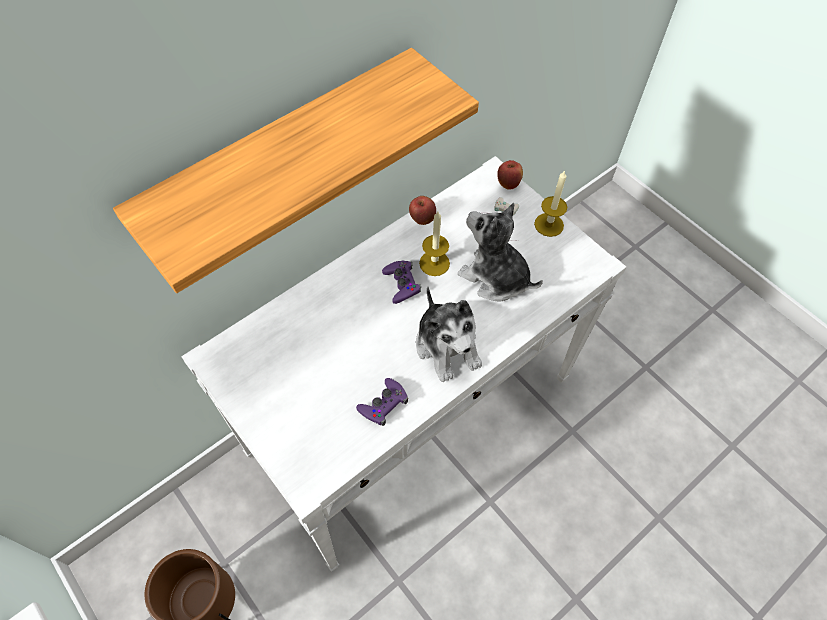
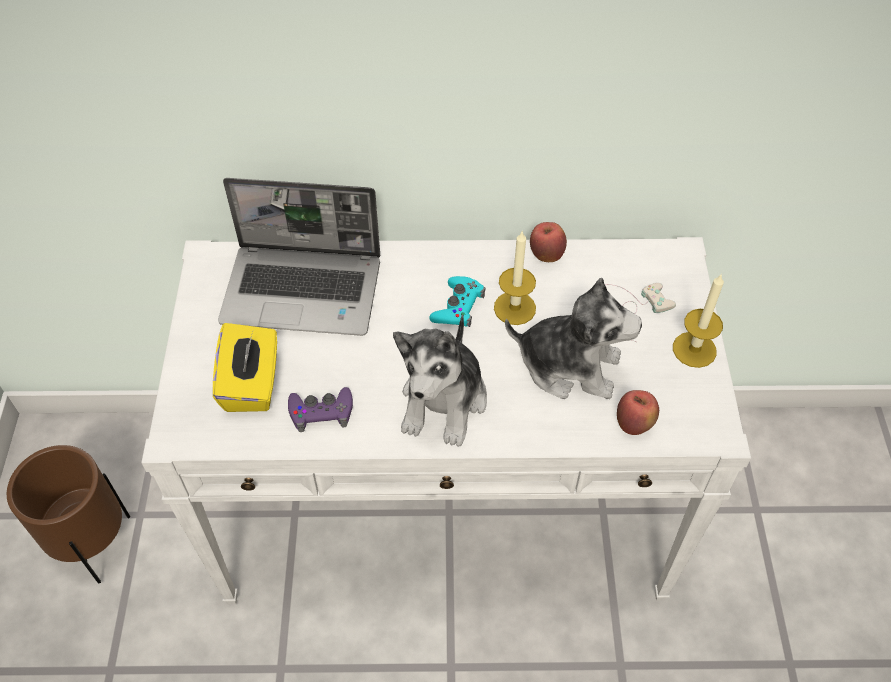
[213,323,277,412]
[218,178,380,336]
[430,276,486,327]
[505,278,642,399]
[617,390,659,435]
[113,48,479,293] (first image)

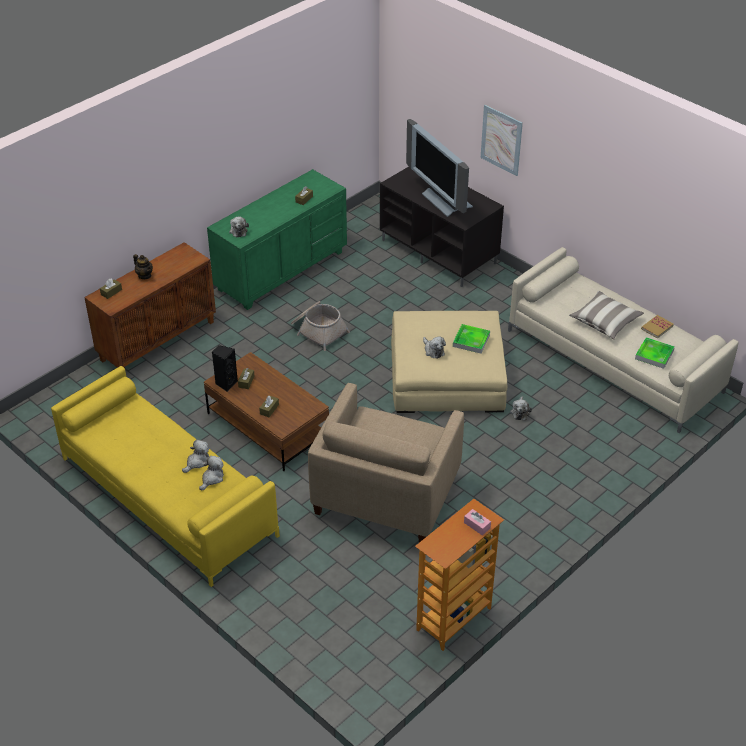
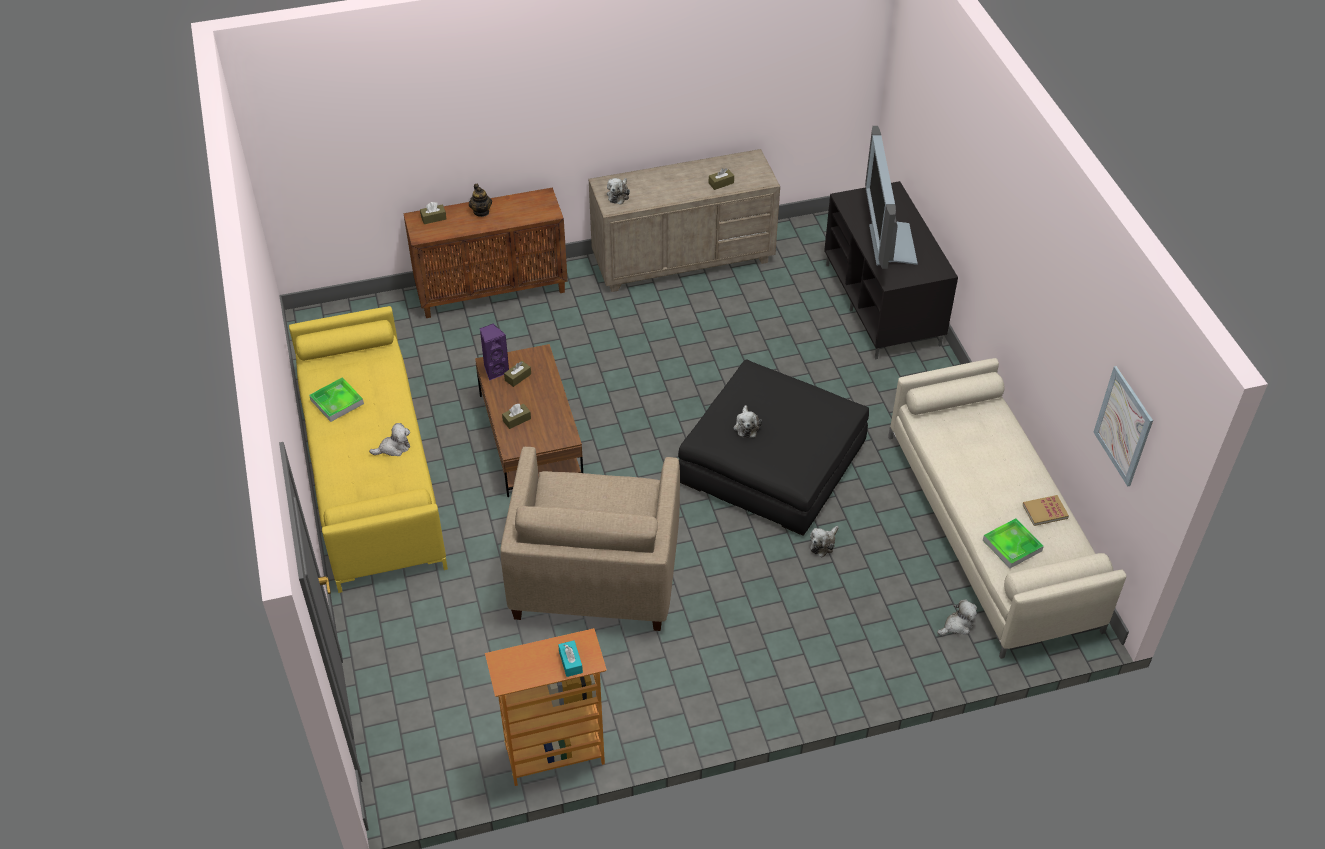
[309,377,364,422]
[479,324,509,381]
[500,447,680,631]
[558,641,583,677]
[588,149,780,292]
[678,359,869,536]
[937,599,977,636]
[1093,366,1153,487]
[291,301,350,351] (first image)
[569,291,644,340] (first image)

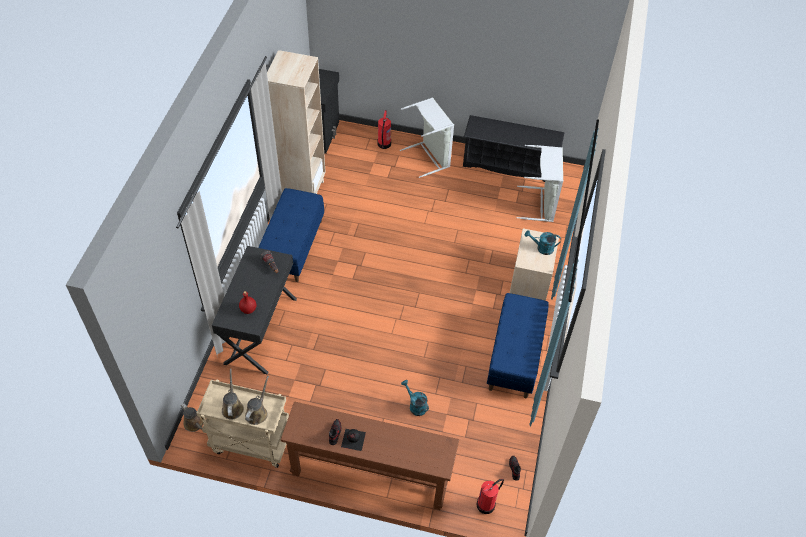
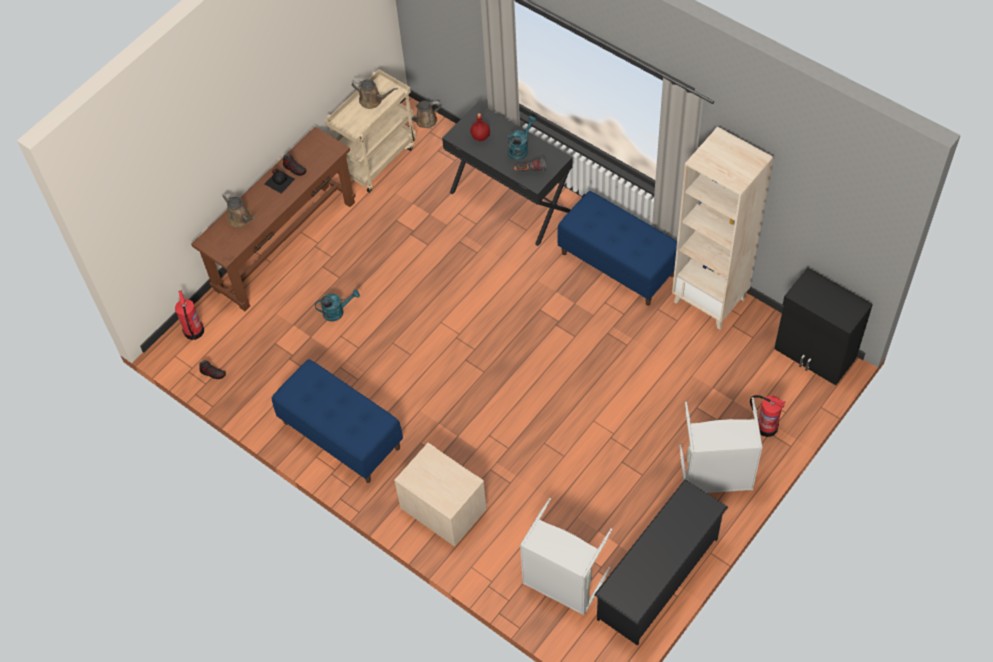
[223,193,256,227]
[508,116,536,160]

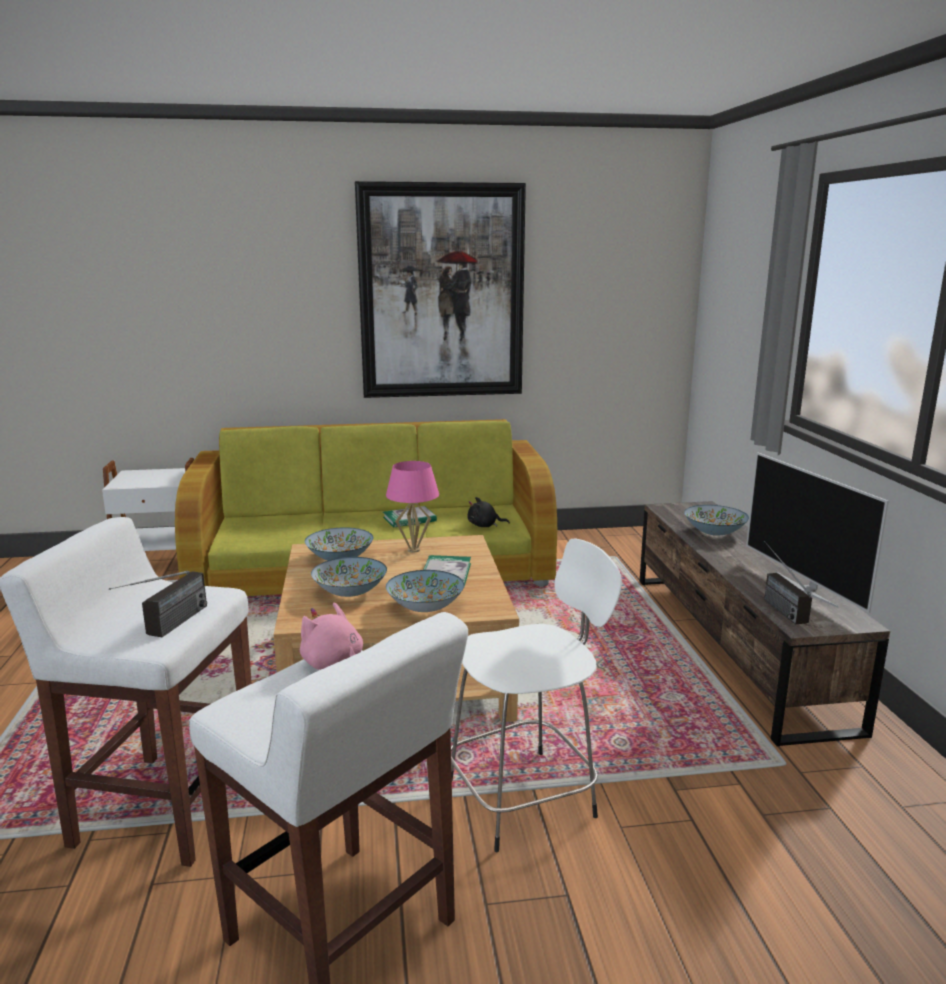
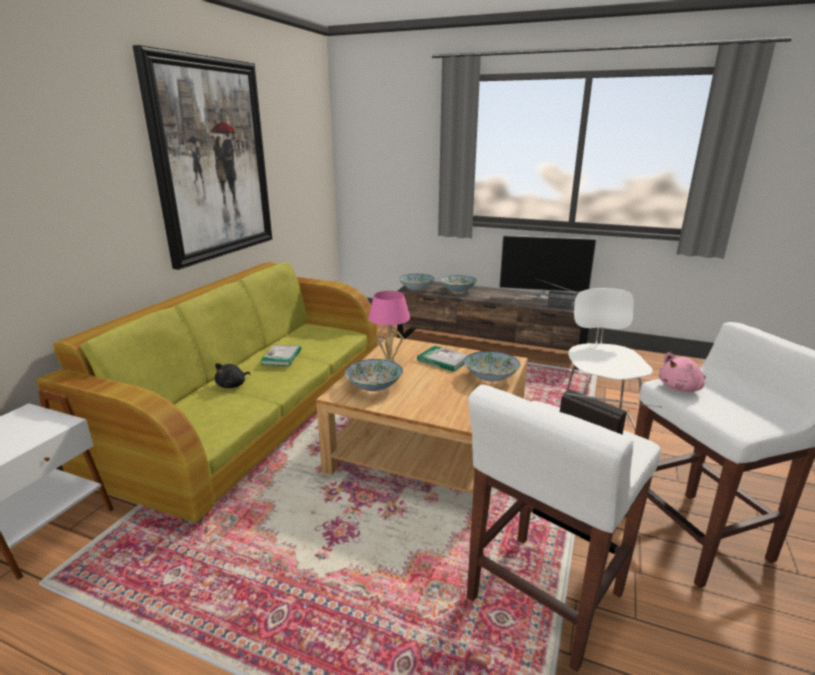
[215,363,251,388]
[399,274,435,291]

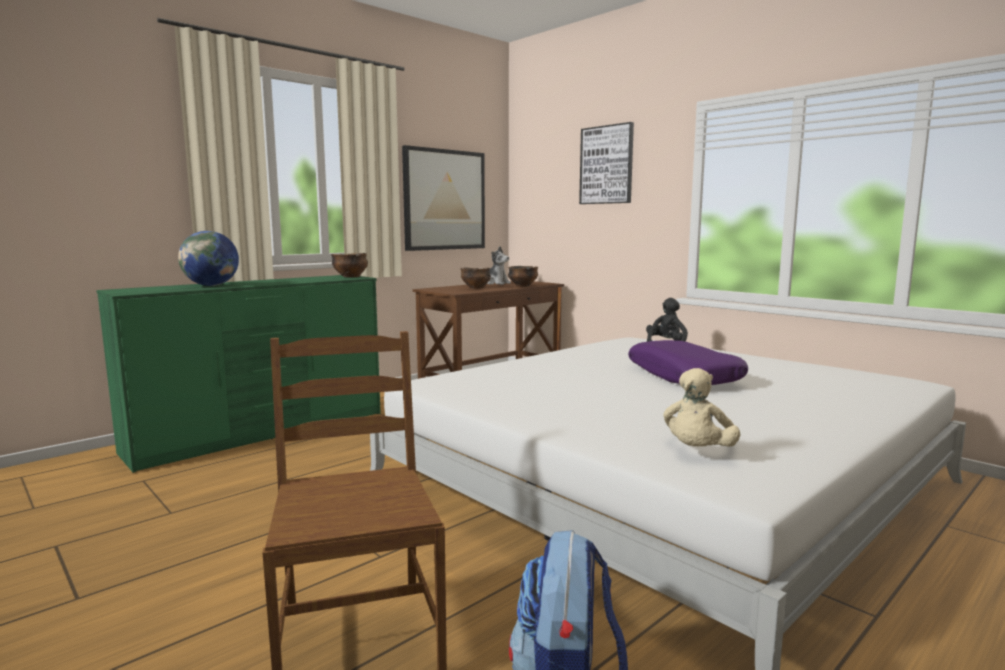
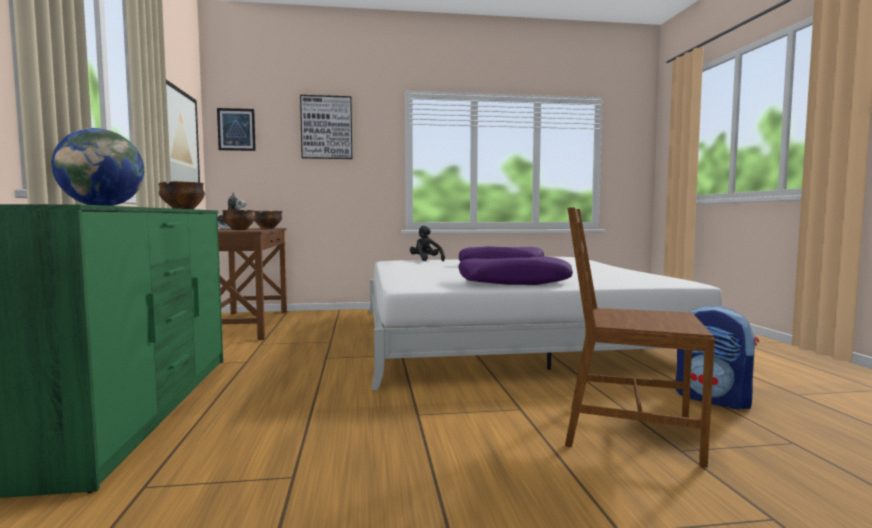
[217,108,256,151]
[458,256,573,285]
[663,368,740,447] (first image)

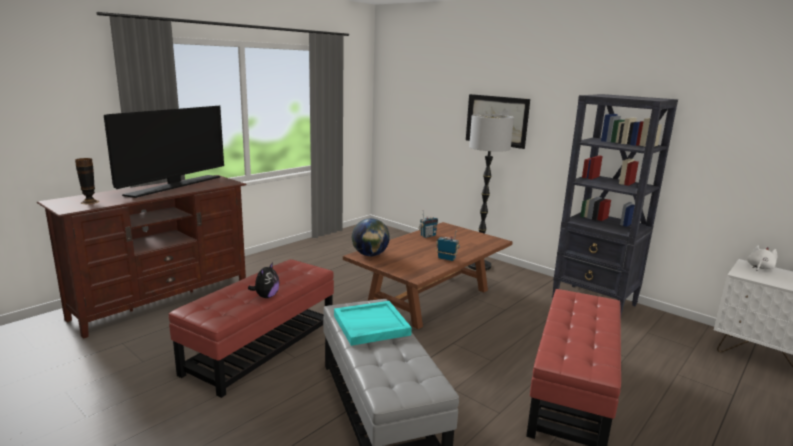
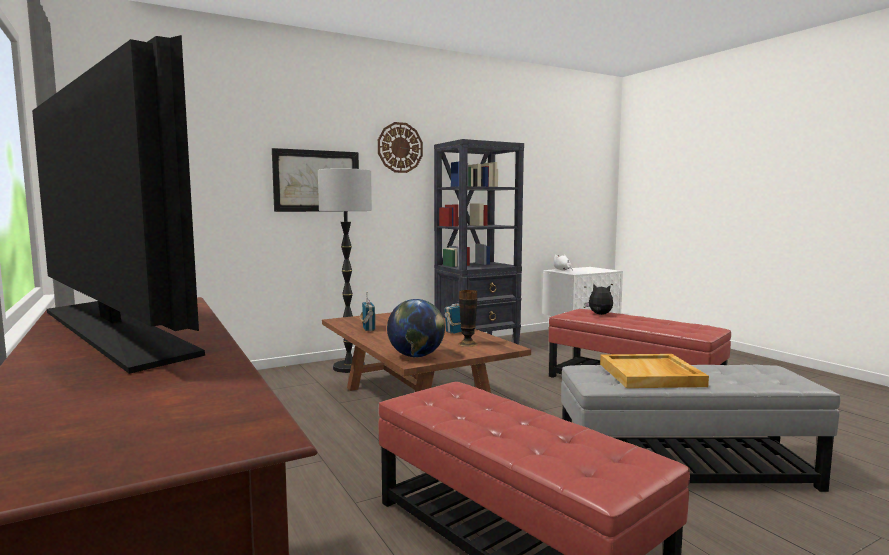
[378,122,423,173]
[458,290,478,347]
[585,283,613,315]
[600,354,709,388]

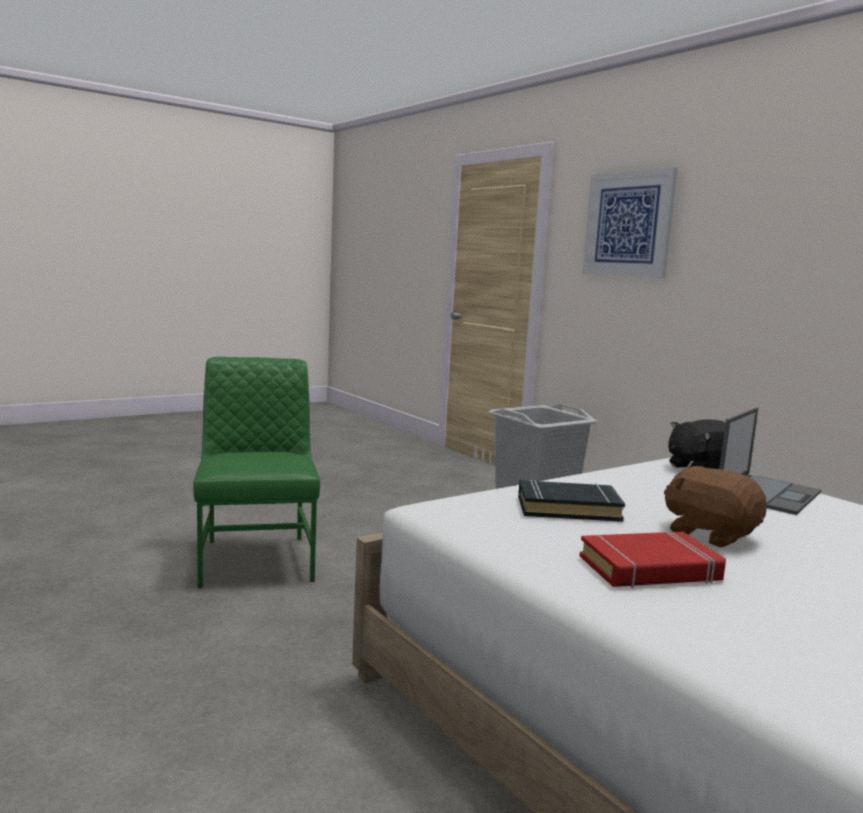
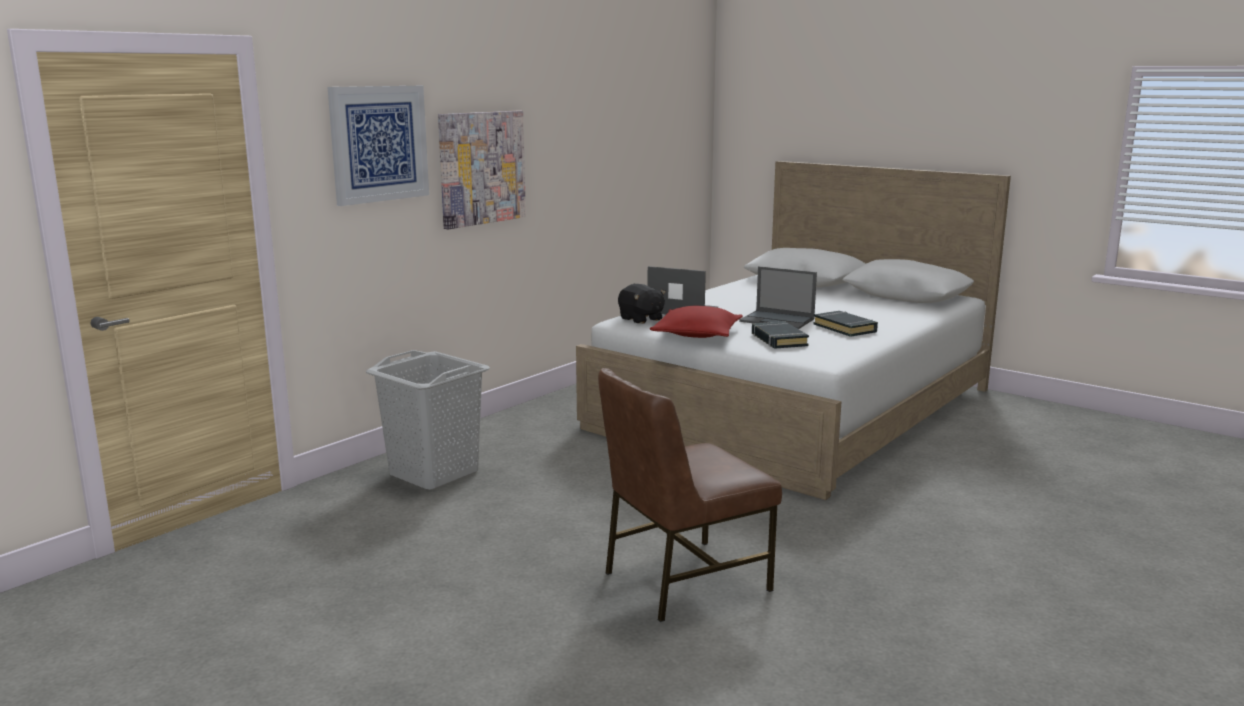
[438,111,526,229]
[598,368,782,622]
[650,306,743,338]
[739,266,817,329]
[813,311,878,337]

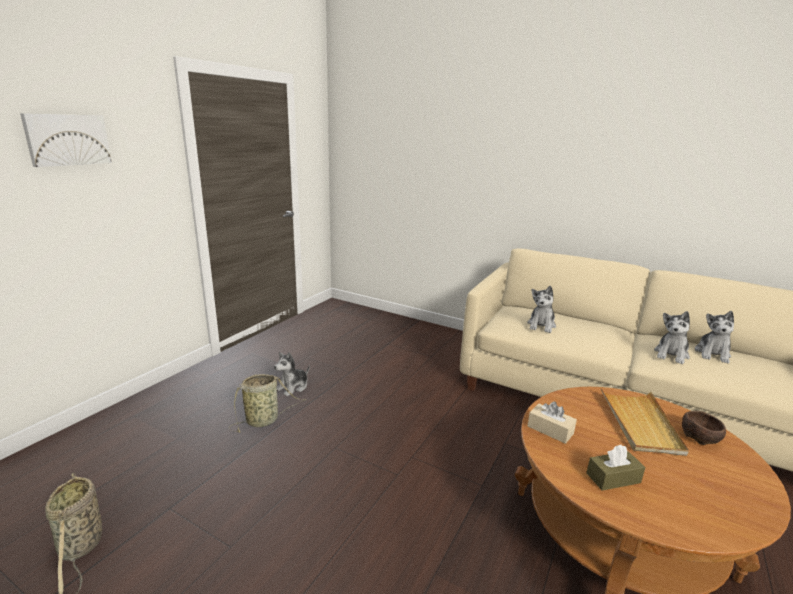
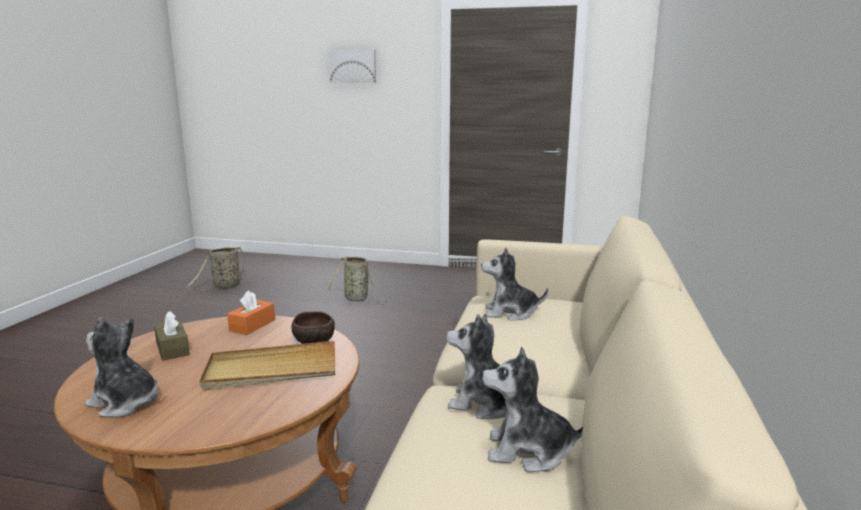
[85,317,158,418]
[227,290,275,335]
[291,311,335,344]

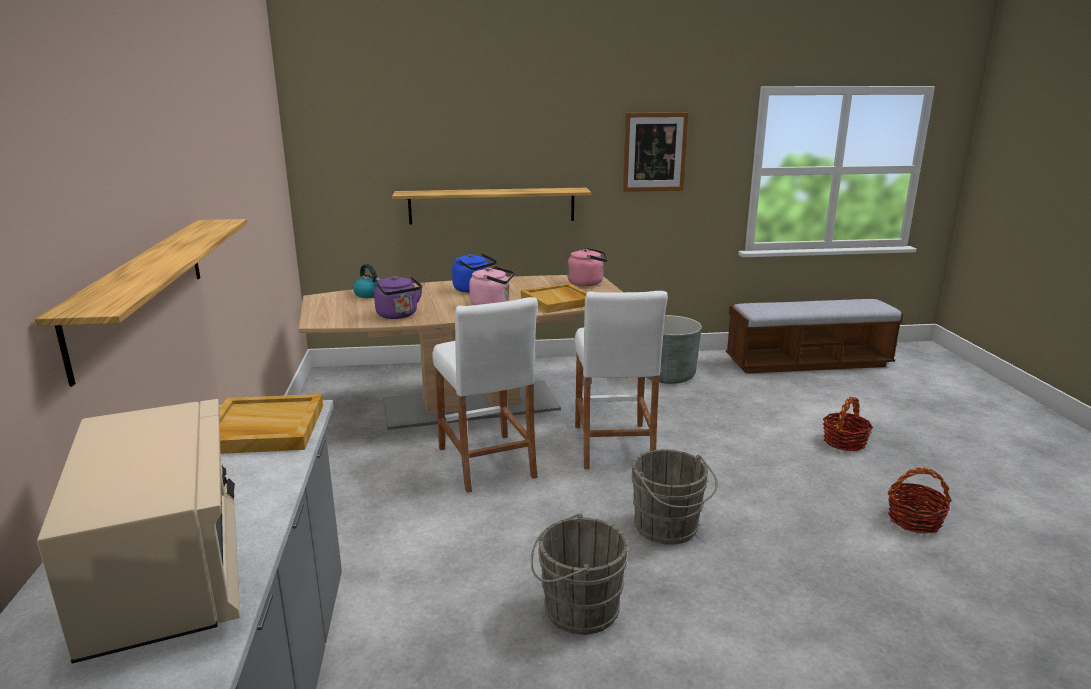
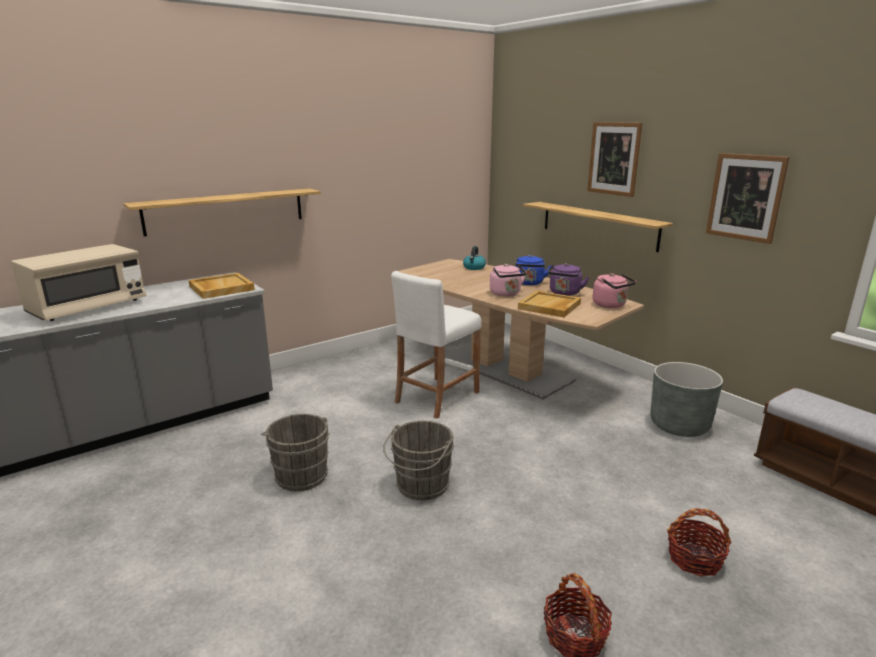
[548,263,589,296]
[587,122,643,197]
[574,291,668,469] (first image)

